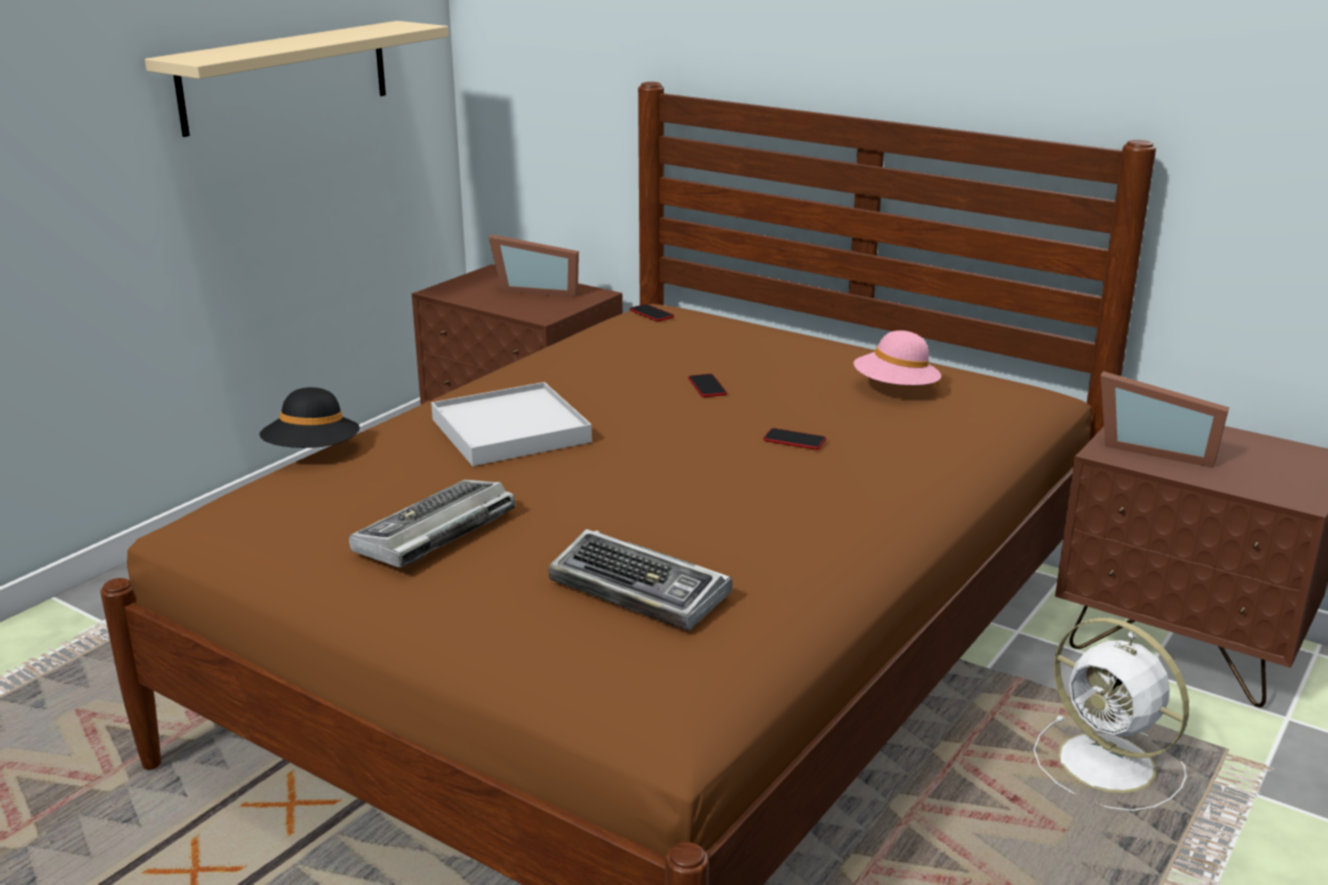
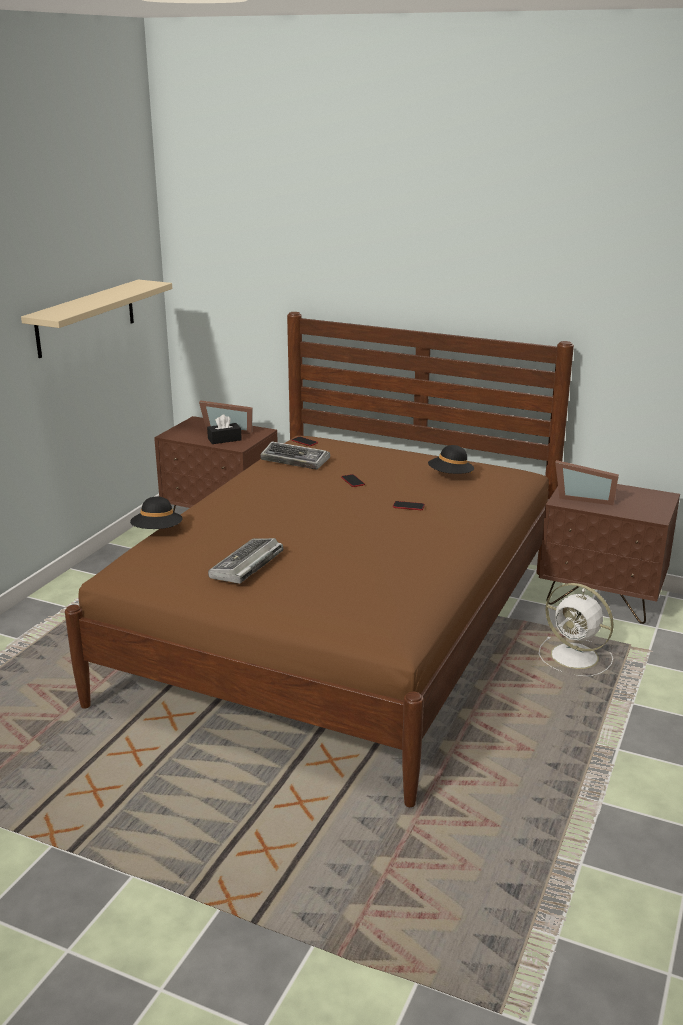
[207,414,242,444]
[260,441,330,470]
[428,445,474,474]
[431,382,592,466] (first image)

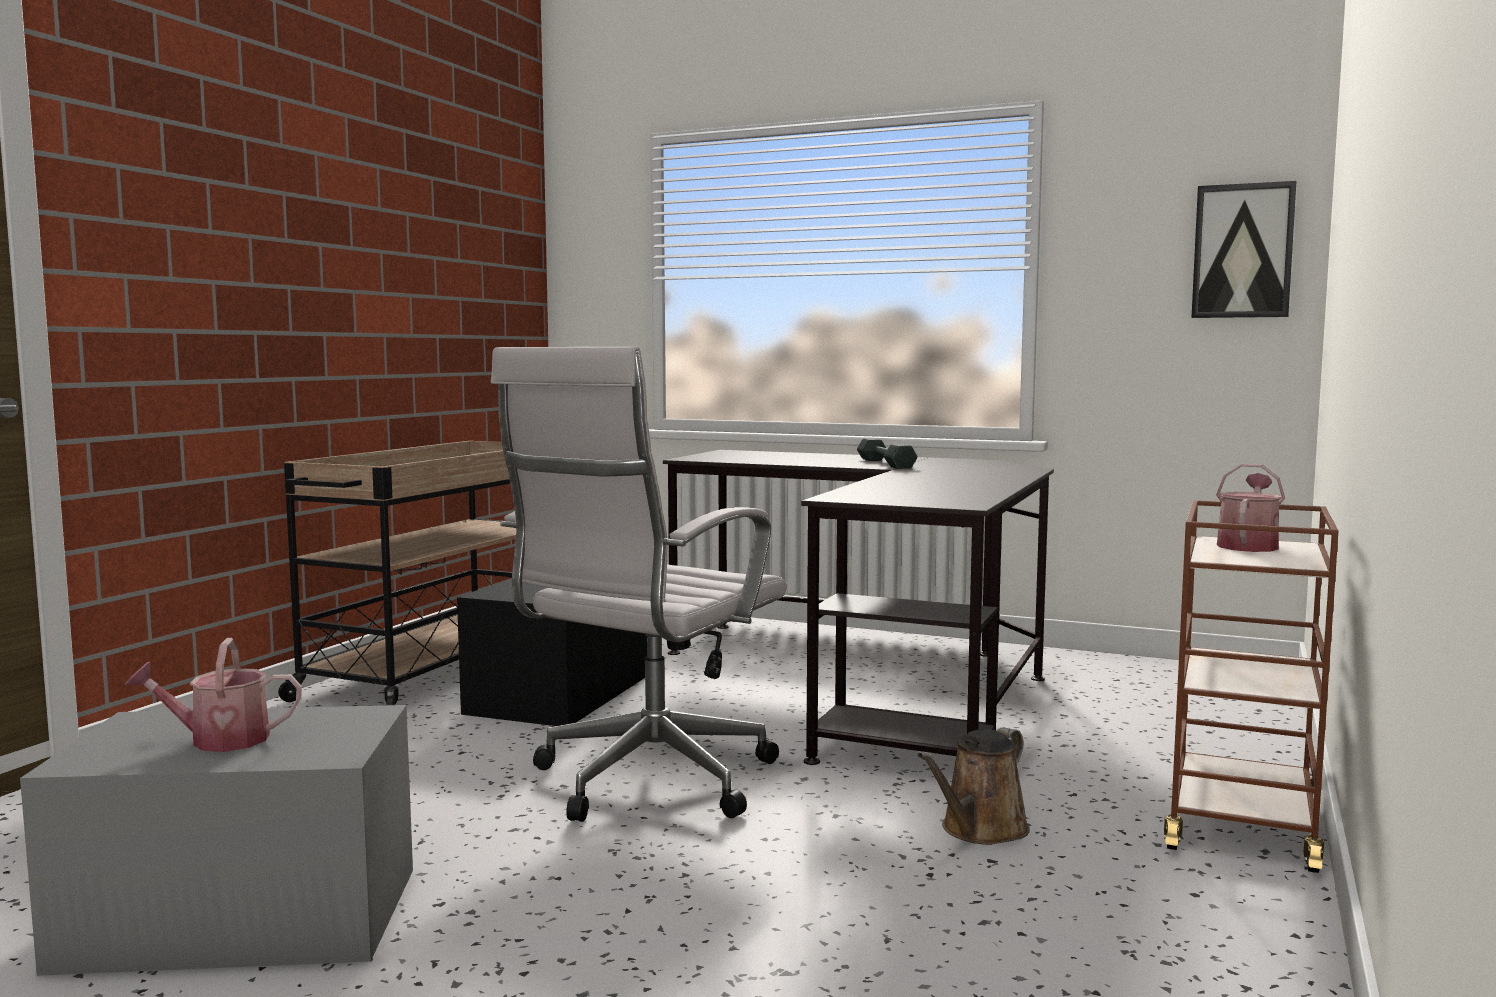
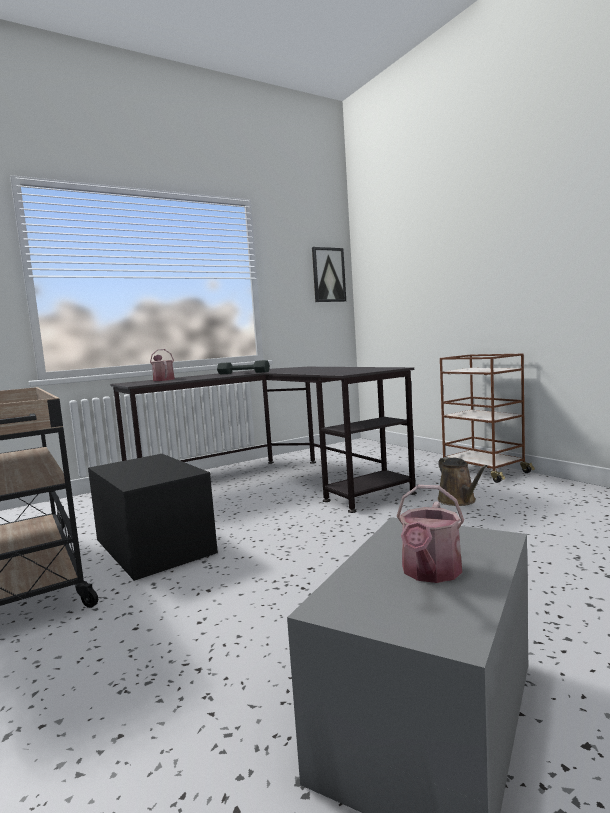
[150,349,175,381]
[491,347,787,822] (first image)

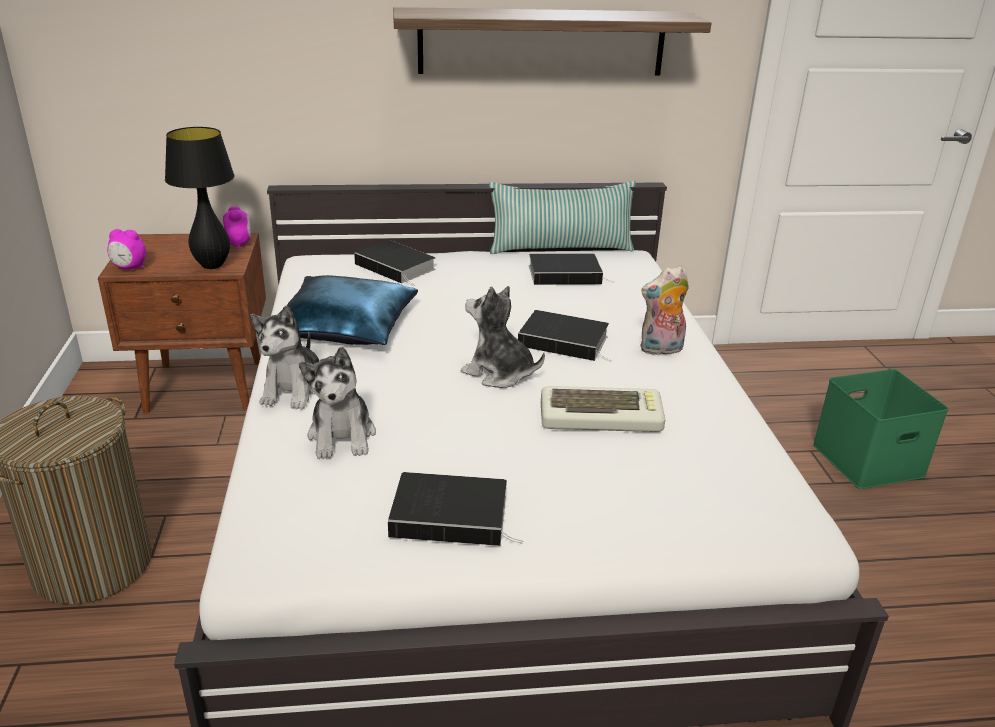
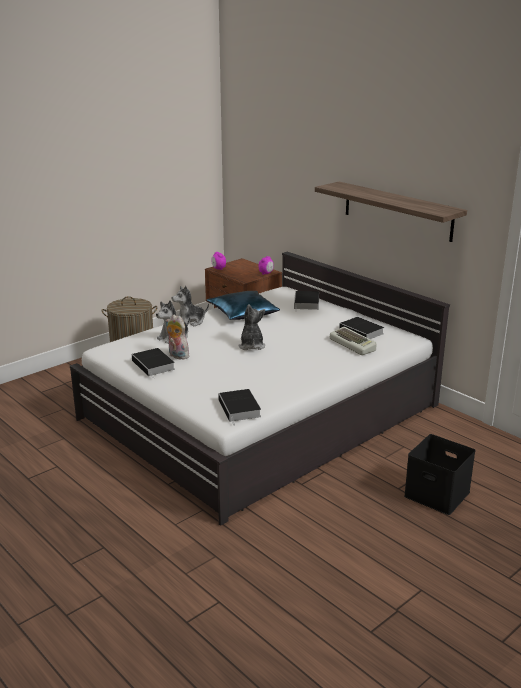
[166,315,189,360]
[218,389,261,425]
[330,327,377,355]
[404,434,476,515]
[165,127,235,269] (first image)
[489,181,636,254] (first image)

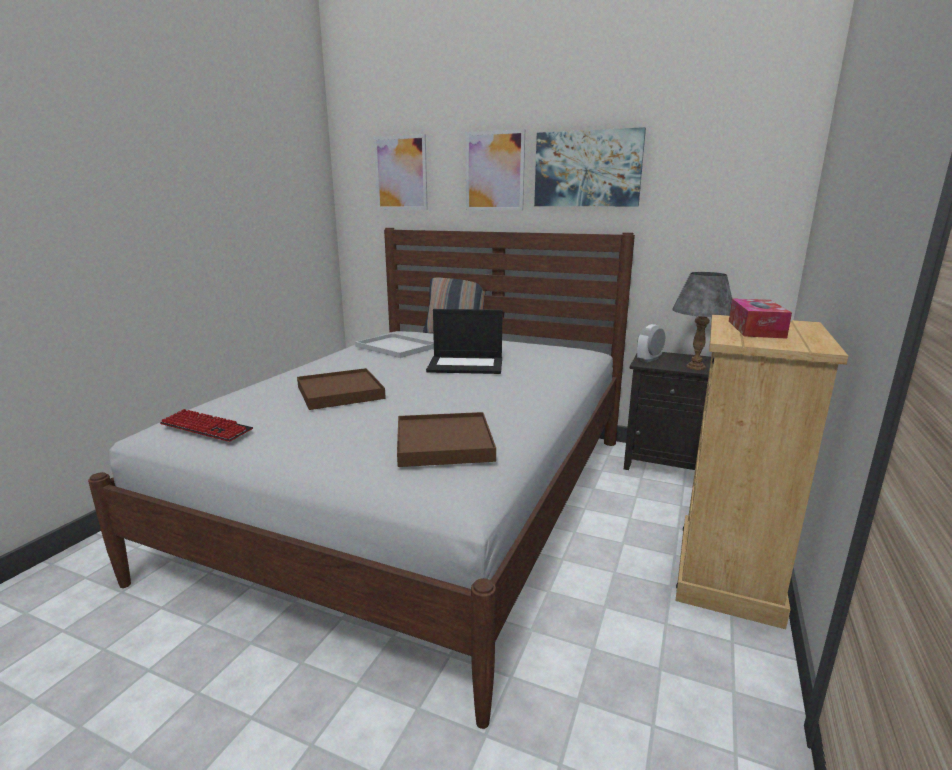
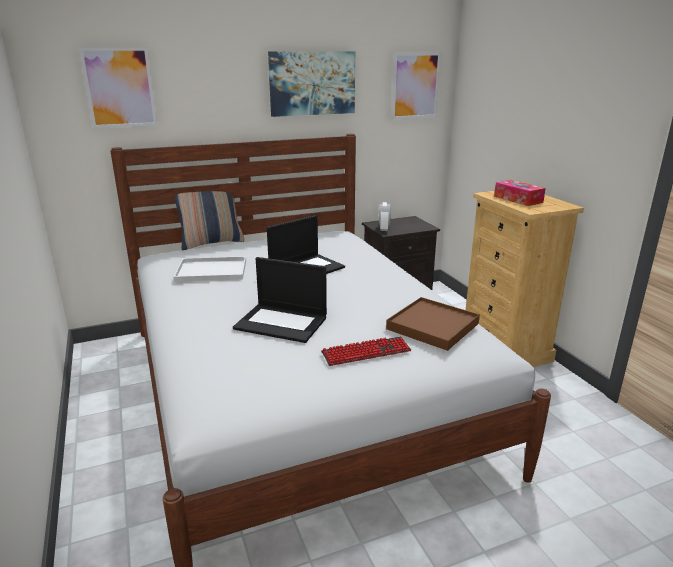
[233,257,327,343]
[321,337,411,366]
[391,52,441,119]
[672,272,732,370] (first image)

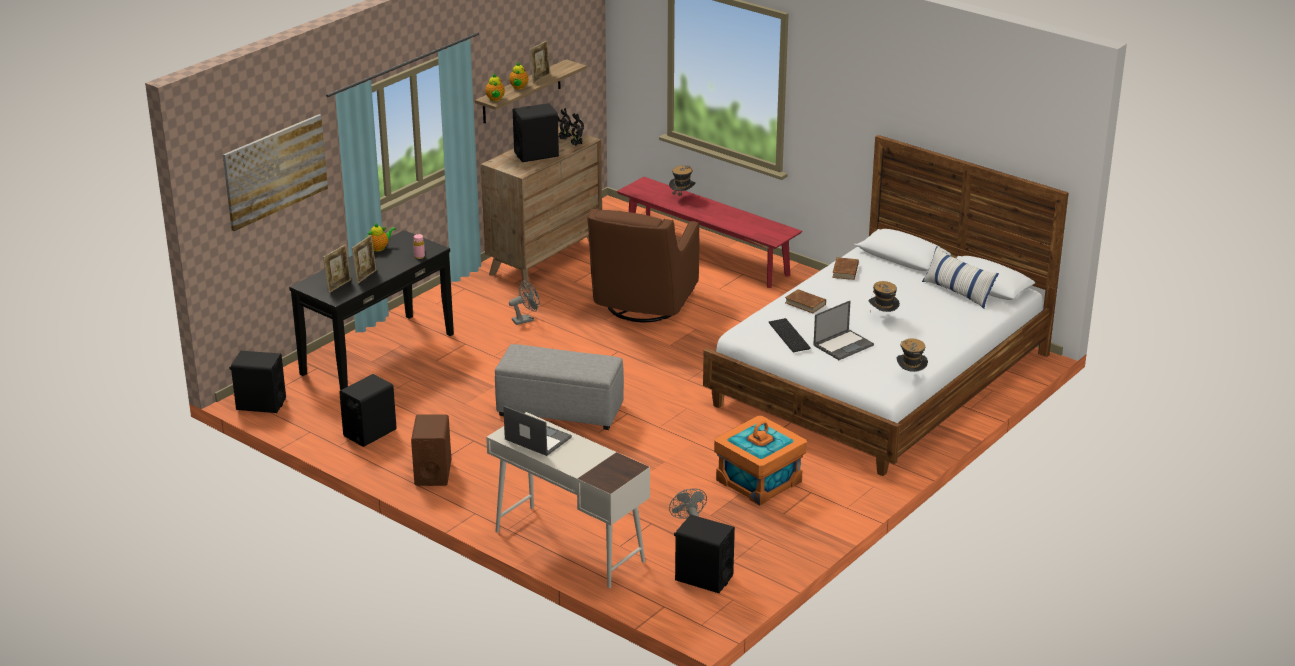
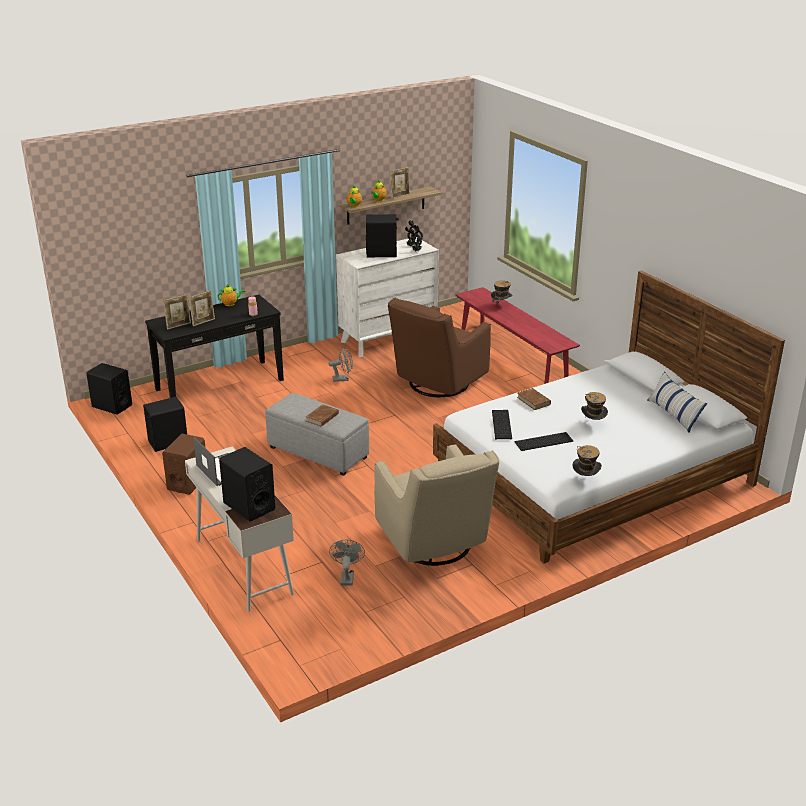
[219,447,275,522]
[306,404,339,427]
[336,237,439,357]
[374,444,499,566]
[515,432,573,451]
[223,114,328,231] (first image)

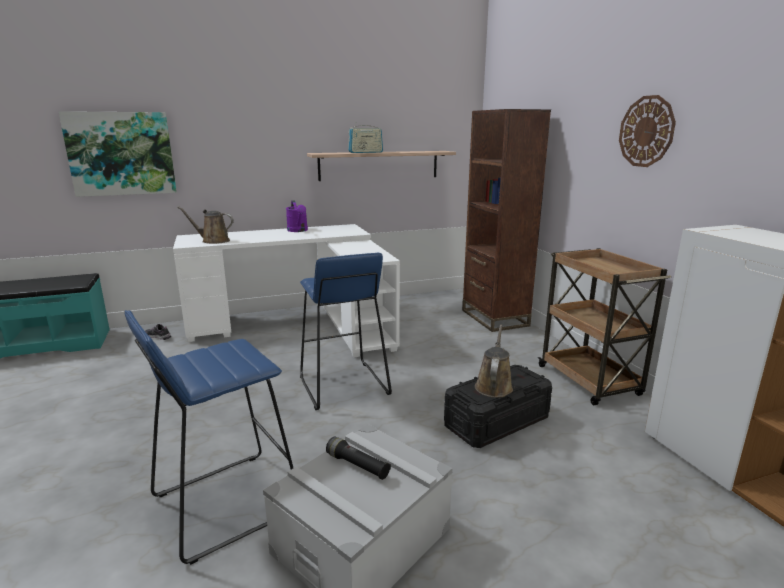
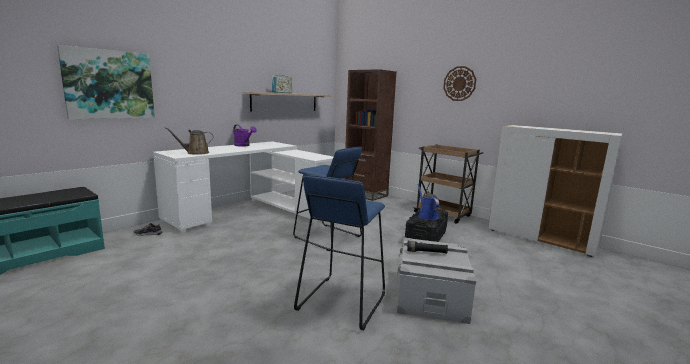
[418,184,439,220]

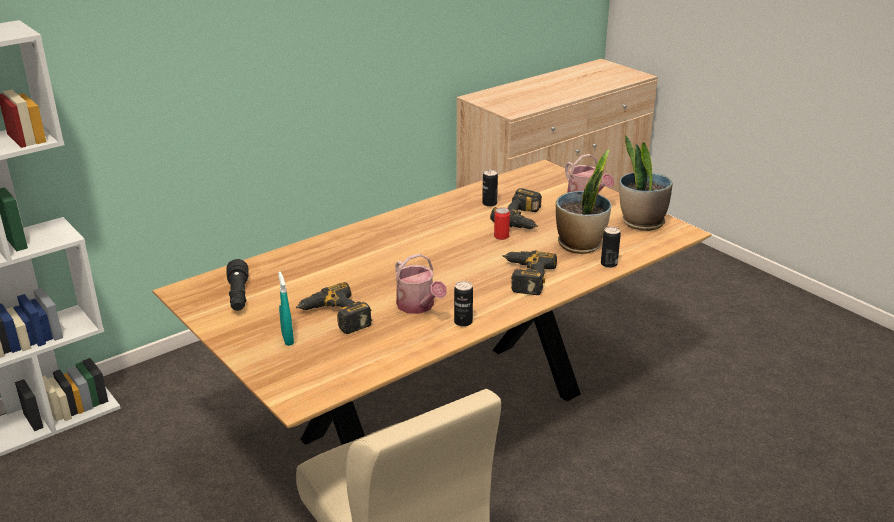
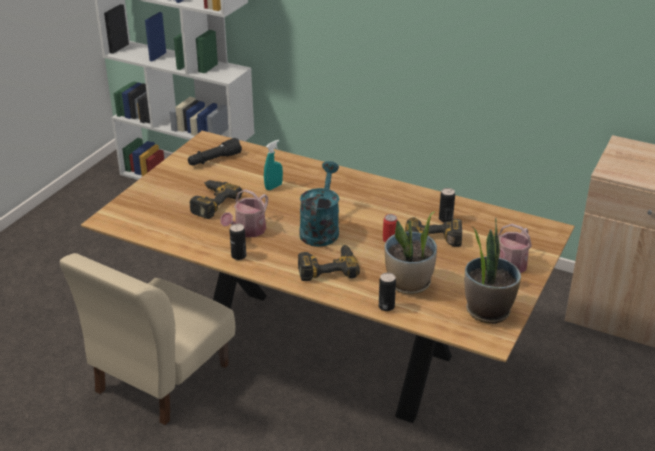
[264,140,283,190]
[299,161,339,247]

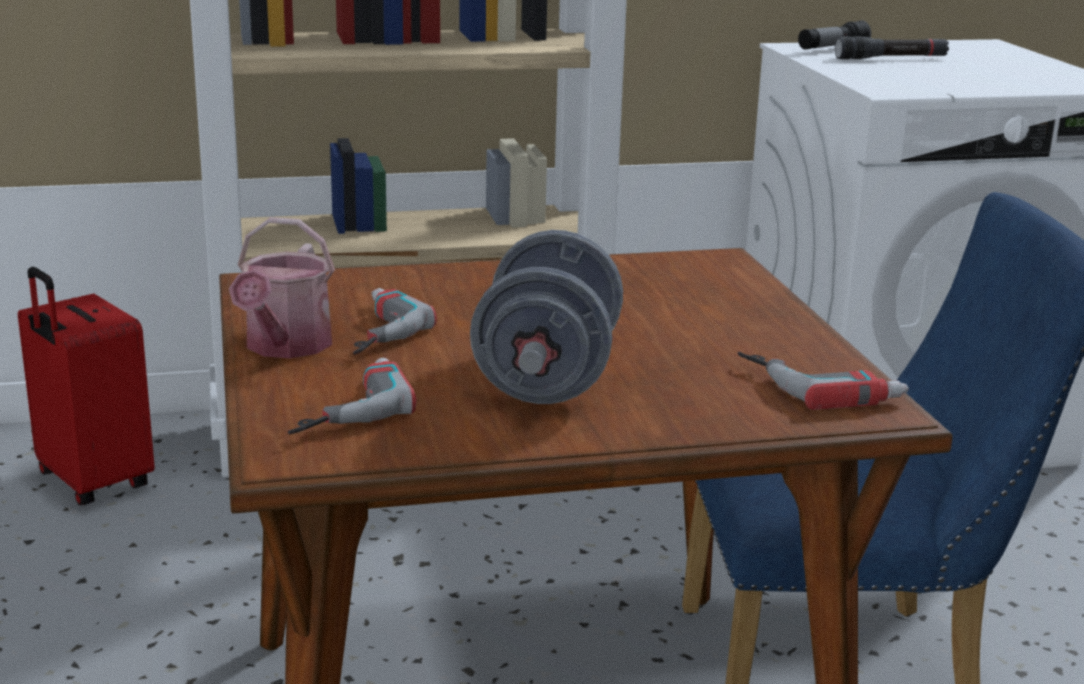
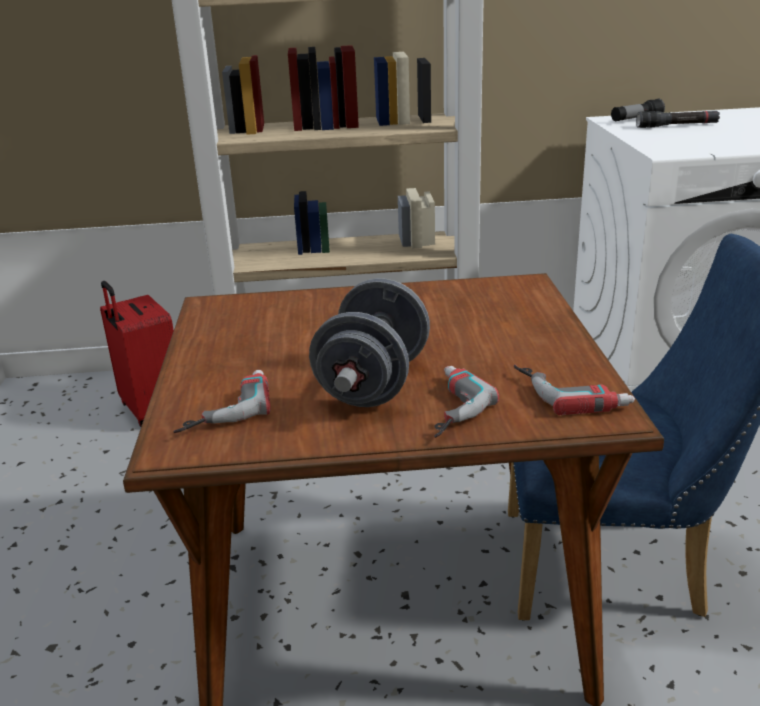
[434,366,499,438]
[229,217,335,358] (first image)

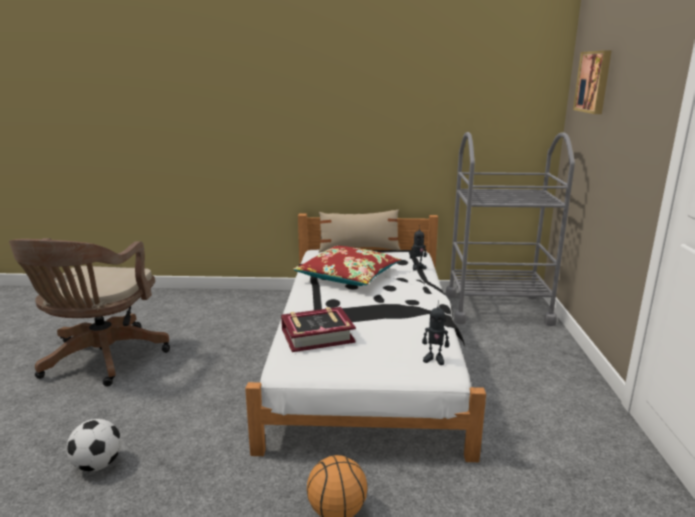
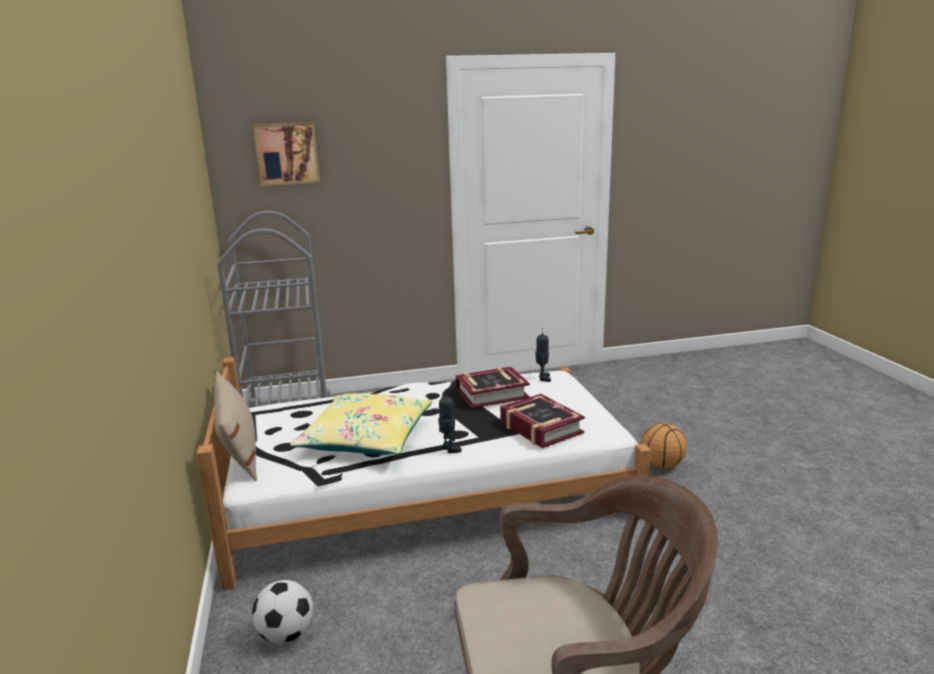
[252,580,313,644]
[290,393,432,455]
[438,389,462,453]
[456,367,530,408]

